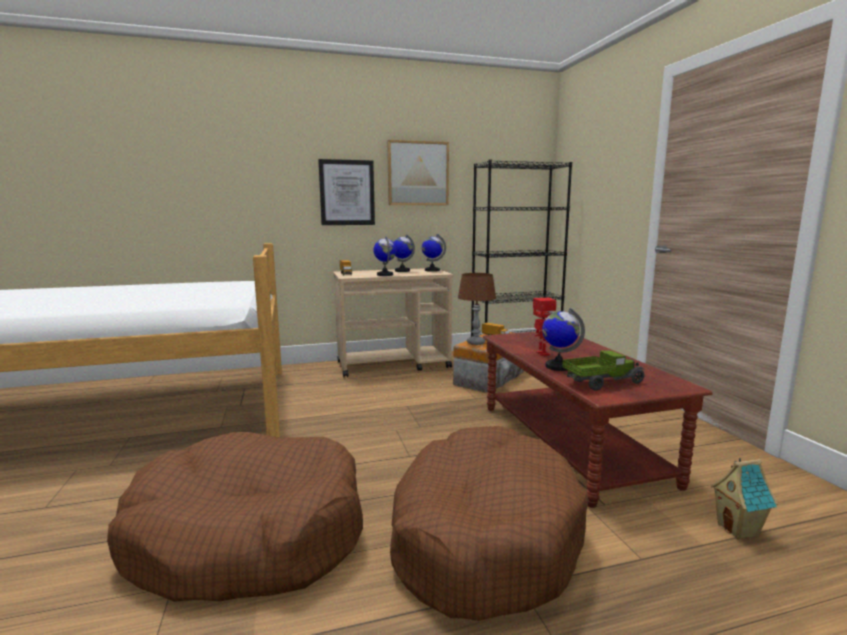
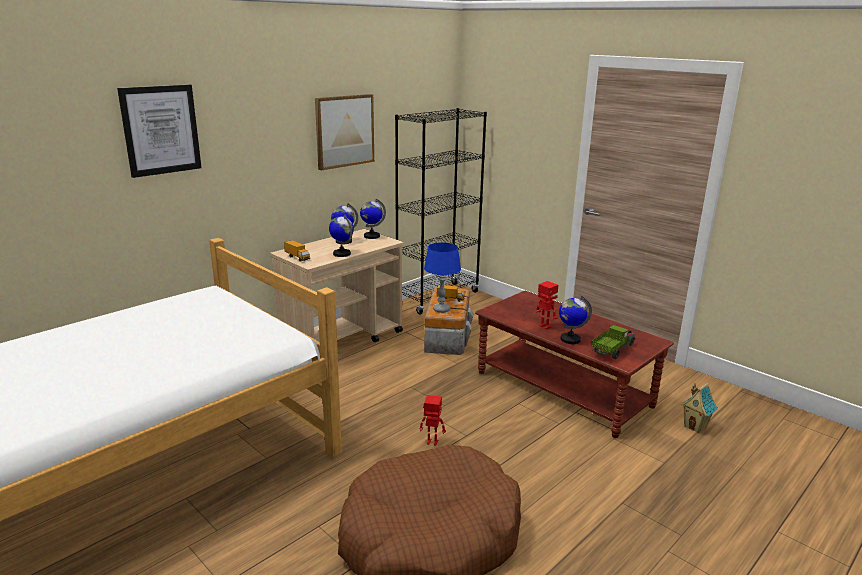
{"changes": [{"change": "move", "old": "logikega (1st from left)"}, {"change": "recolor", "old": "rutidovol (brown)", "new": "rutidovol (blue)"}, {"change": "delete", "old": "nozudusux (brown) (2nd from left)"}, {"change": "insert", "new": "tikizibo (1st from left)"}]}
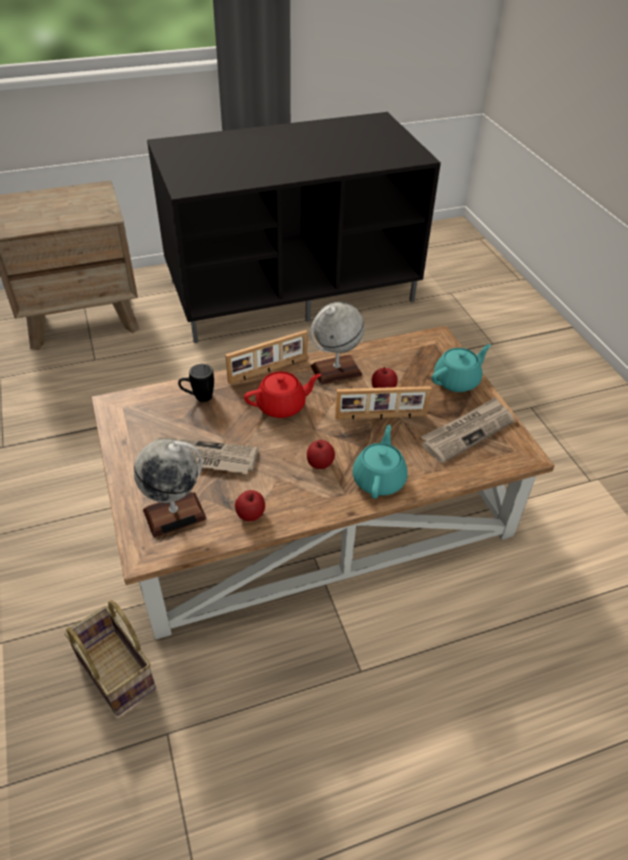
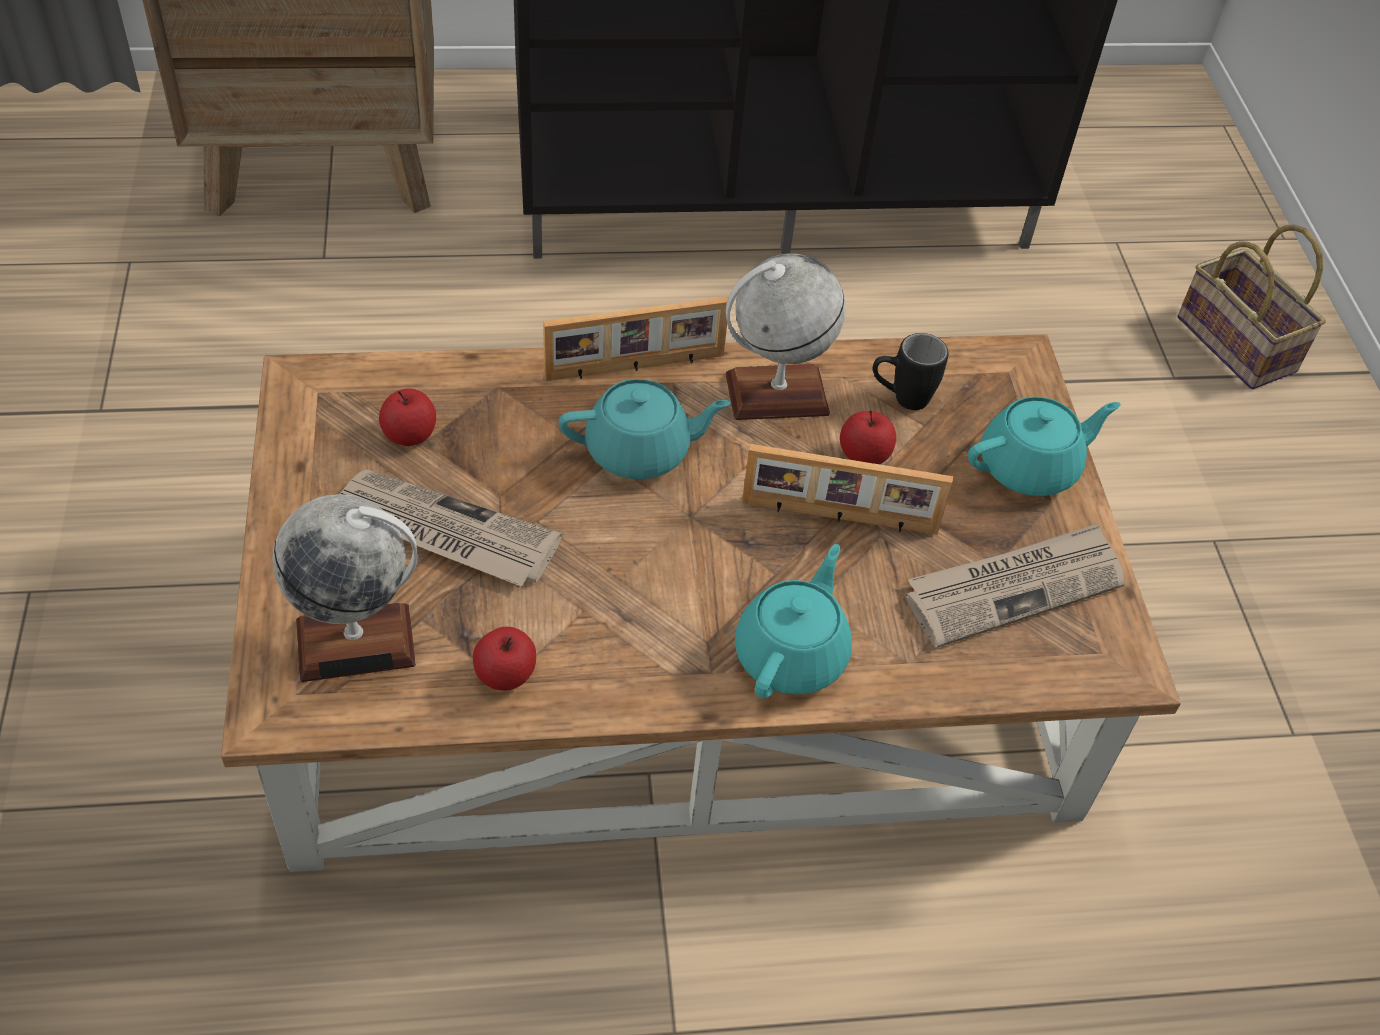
{"changes": [{"change": "move", "old": "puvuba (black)"}, {"change": "recolor", "old": "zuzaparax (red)", "new": "zuzaparax (turquoise) (1st from left)"}, {"change": "move", "old": "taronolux (2nd from left in the first image)", "new": "taronolux (1st from left)"}, {"change": "move", "old": "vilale"}]}
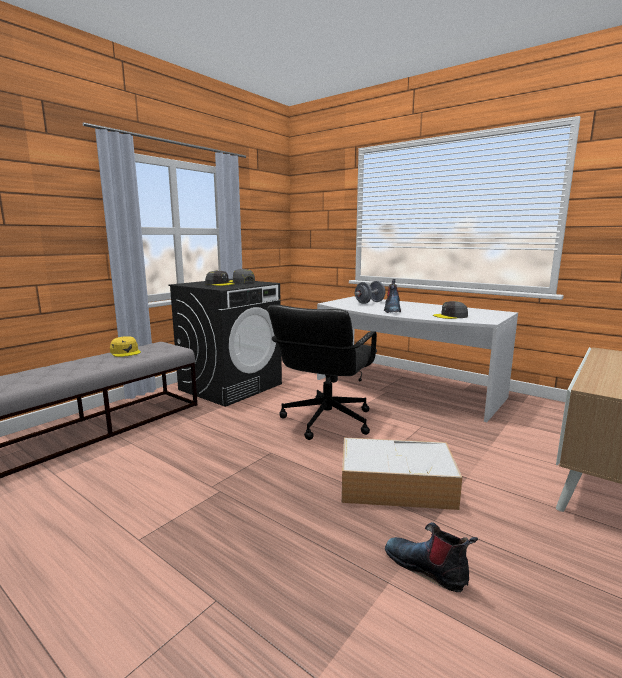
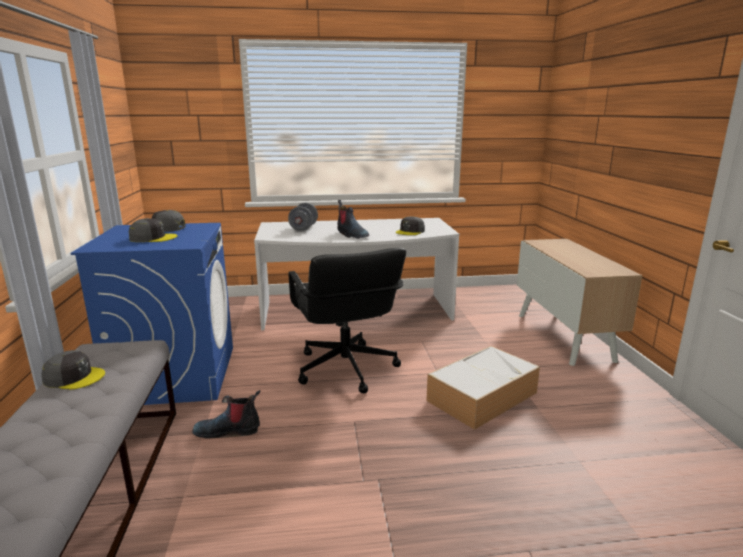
{"changes": [{"change": "recolor", "old": "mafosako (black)", "new": "mafosako (blue)"}, {"change": "recolor", "old": "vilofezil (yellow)", "new": "vilofezil (grey) (1st from left)"}, {"change": "move", "old": "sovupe (2nd from left in the first image)", "new": "sovupe (1st from left)"}]}
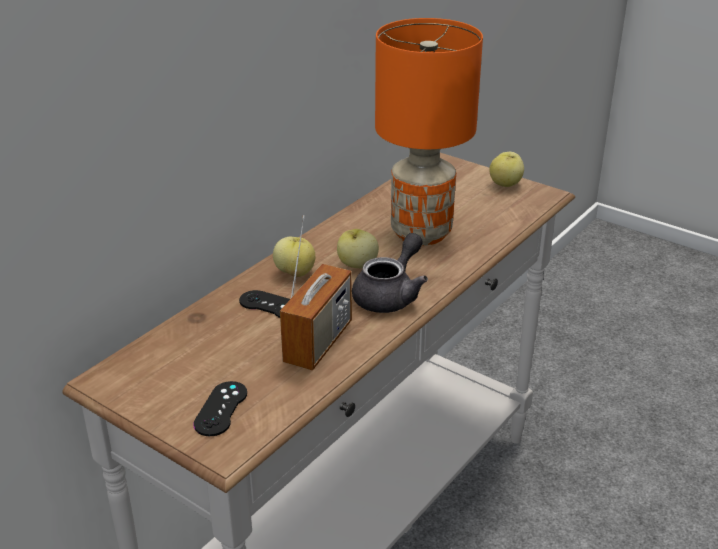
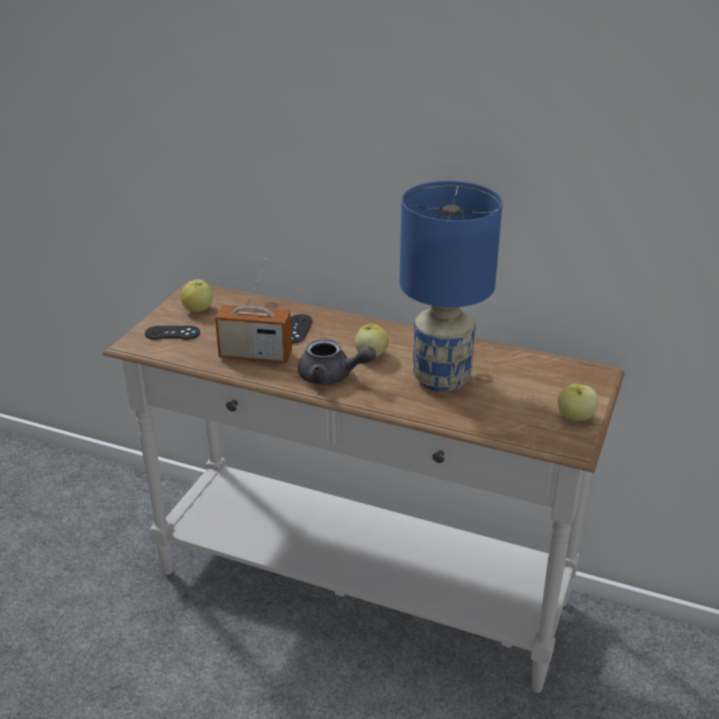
{"changes": [{"change": "recolor", "old": "rutidovol (orange)", "new": "rutidovol (blue)"}, {"change": "move", "old": "taronolux (1st from left)"}]}
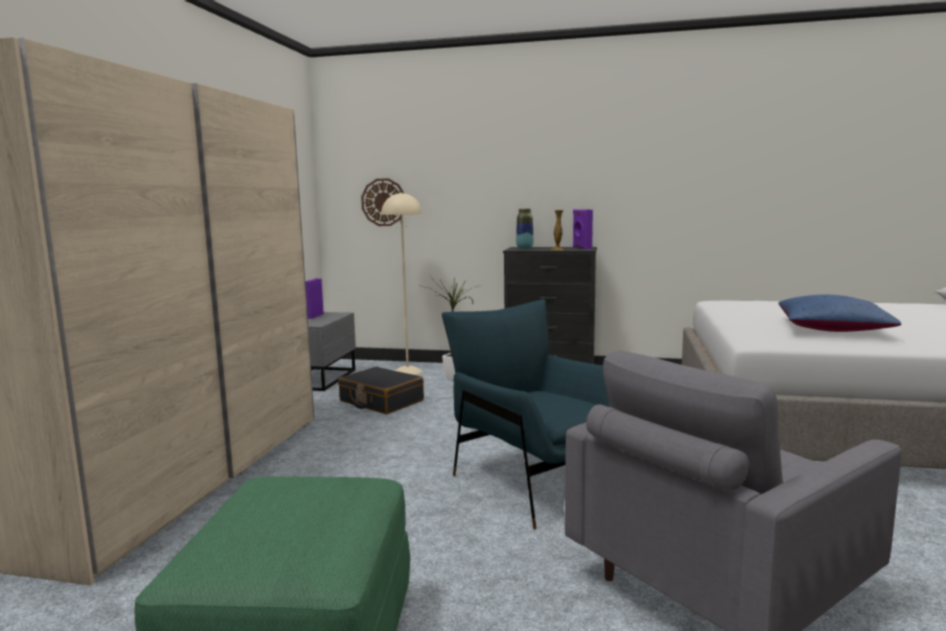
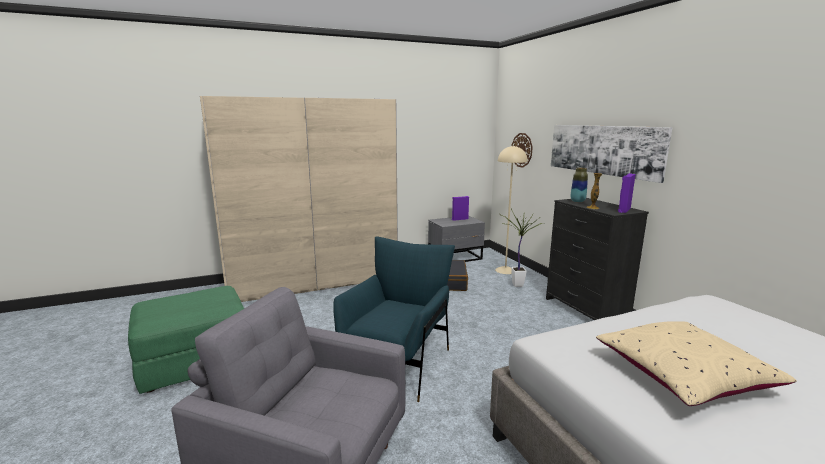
{"changes": [{"change": "recolor", "old": "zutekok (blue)", "new": "zutekok (beige)"}, {"change": "insert", "new": "logikega"}]}
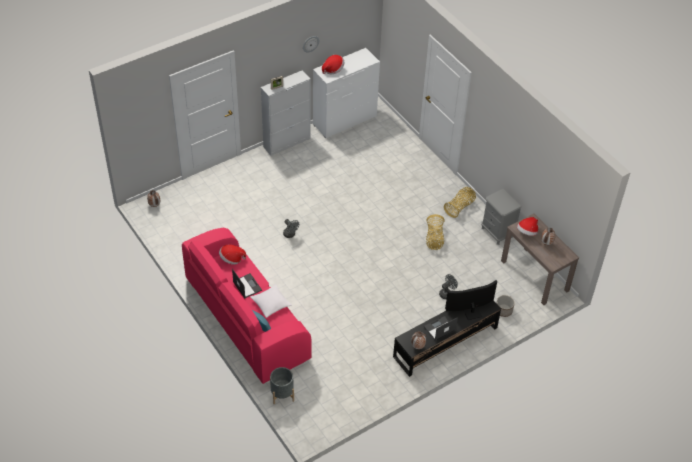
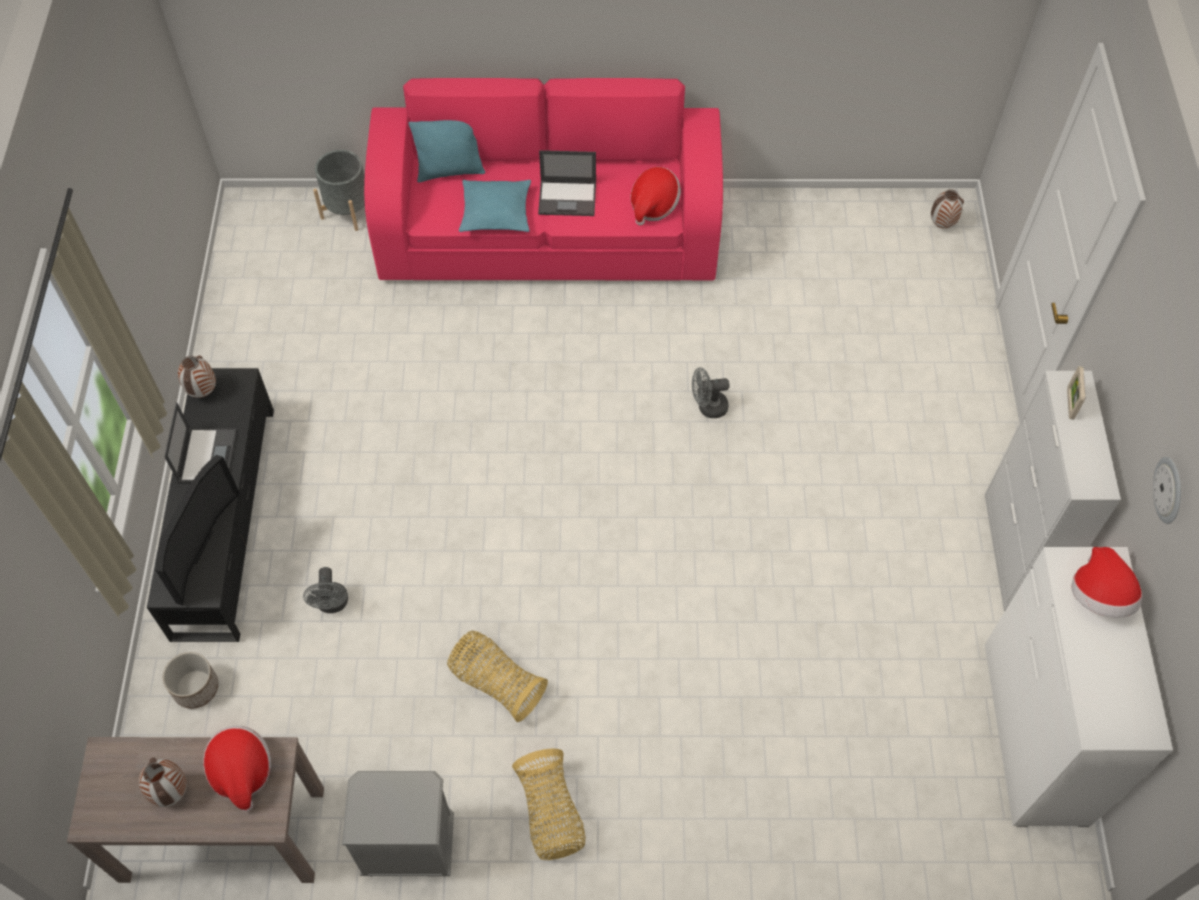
{"changes": [{"change": "recolor", "old": "zutekok (white)", "new": "zutekok (turquoise) (2nd from left)"}]}
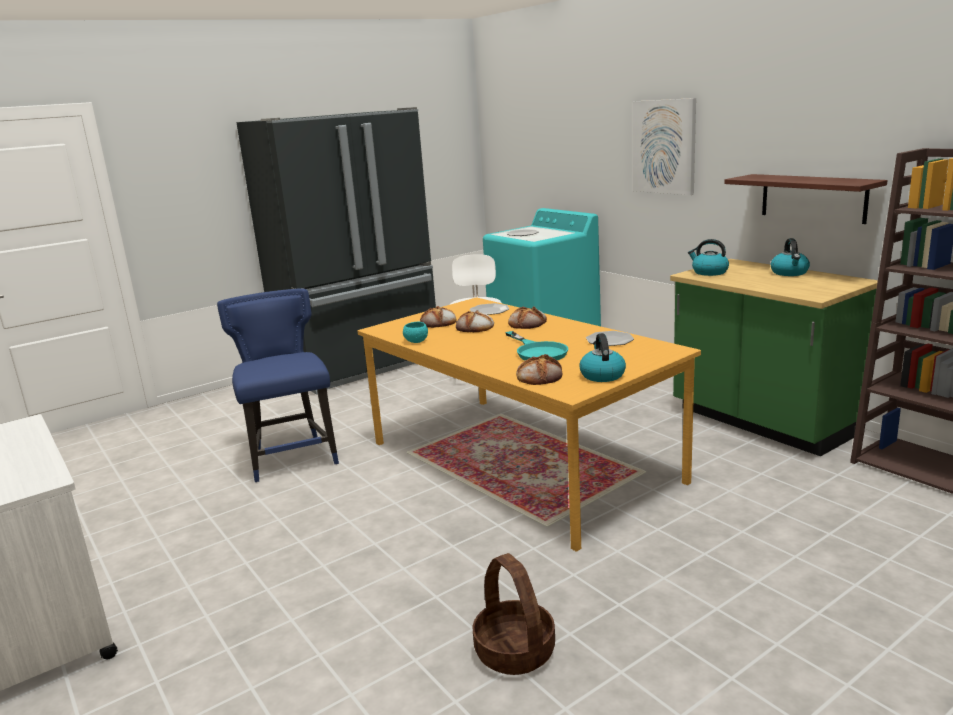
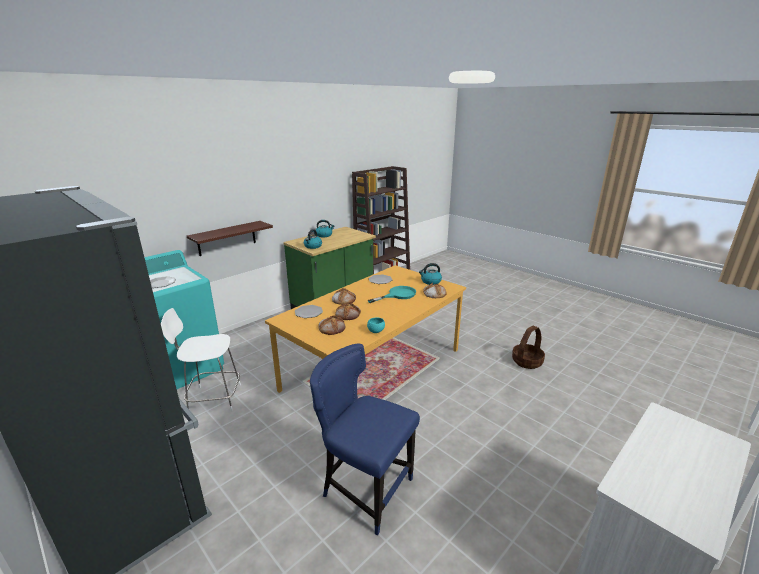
{"changes": [{"change": "delete", "old": "logikega"}, {"change": "move", "old": "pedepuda"}, {"change": "rotate", "old": "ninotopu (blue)", "degrees": 60}]}
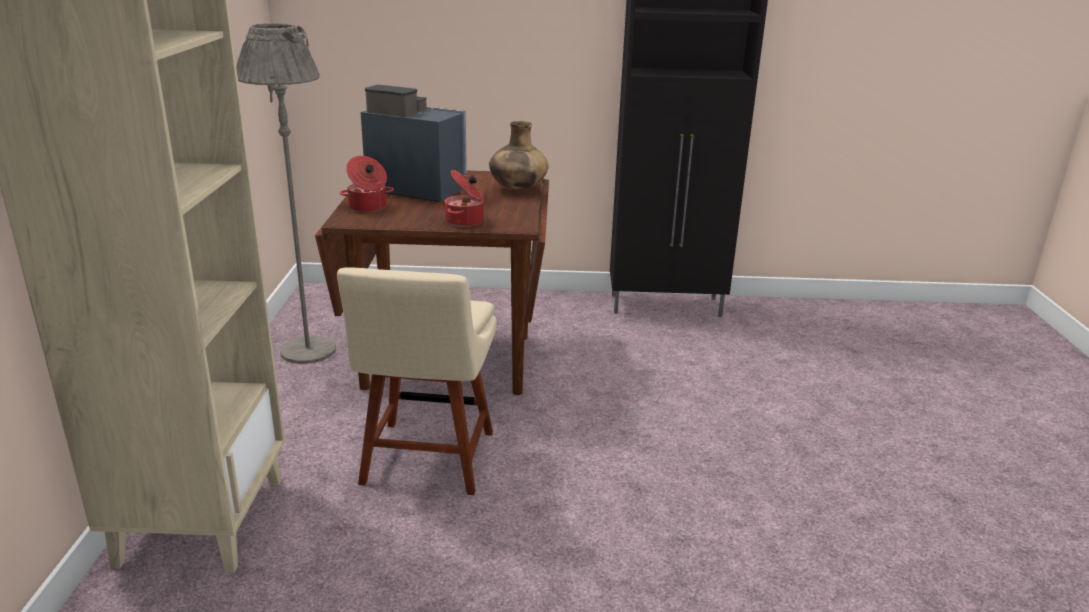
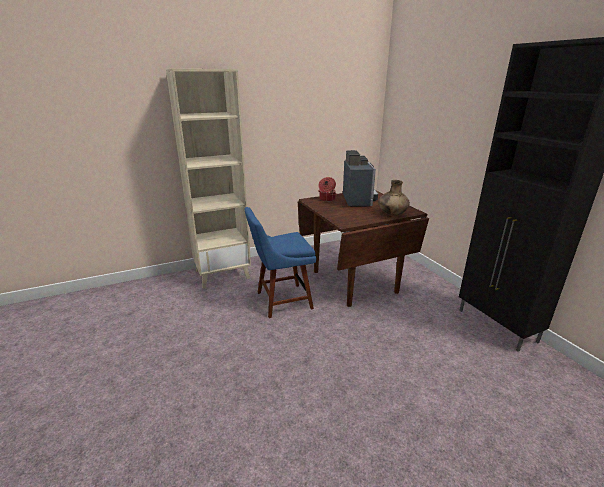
{"changes": [{"change": "delete", "old": "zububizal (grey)"}, {"change": "delete", "old": "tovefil (2nd from left)"}, {"change": "recolor", "old": "ninotopu (beige)", "new": "ninotopu (blue)"}]}
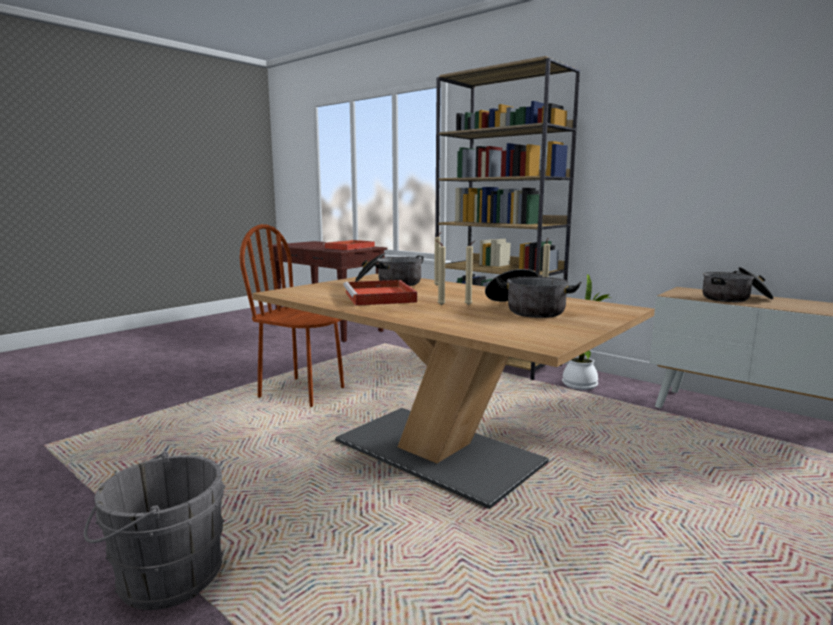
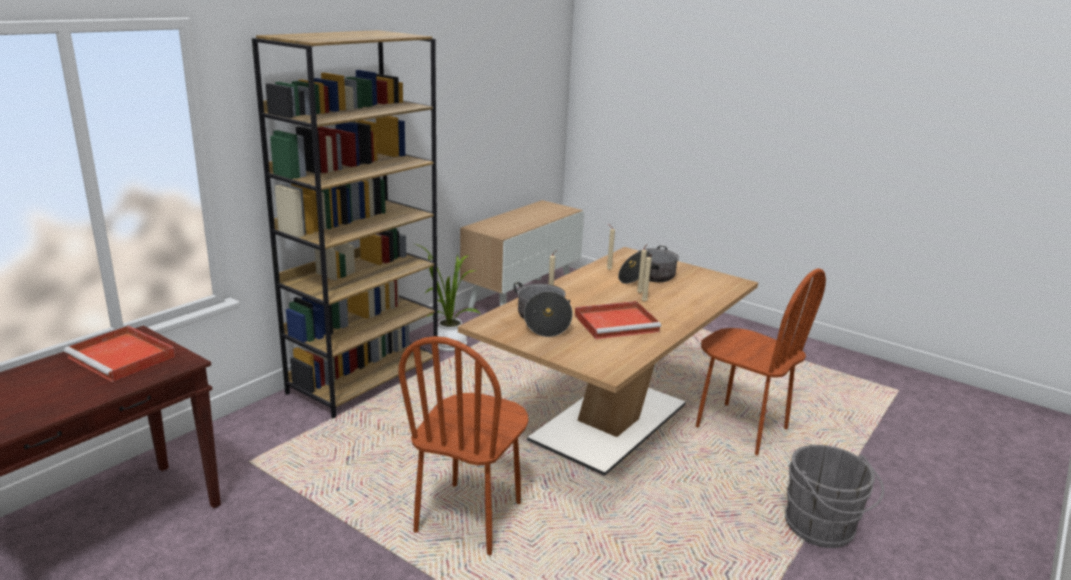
{"changes": [{"change": "delete", "old": "tovefil (3rd from left)"}, {"change": "insert", "new": "ninotopu (brown) (2nd from left)"}]}
